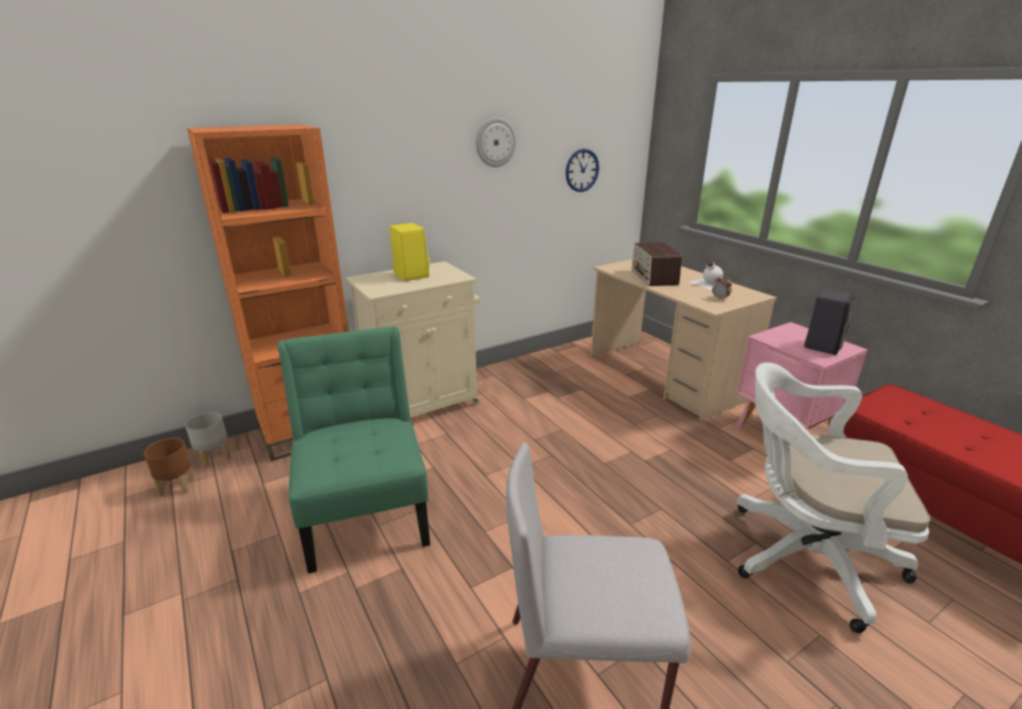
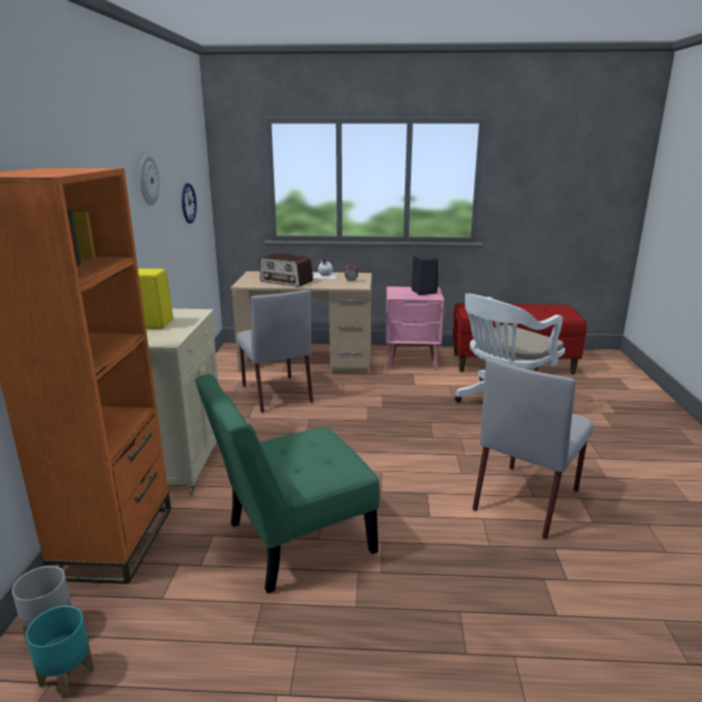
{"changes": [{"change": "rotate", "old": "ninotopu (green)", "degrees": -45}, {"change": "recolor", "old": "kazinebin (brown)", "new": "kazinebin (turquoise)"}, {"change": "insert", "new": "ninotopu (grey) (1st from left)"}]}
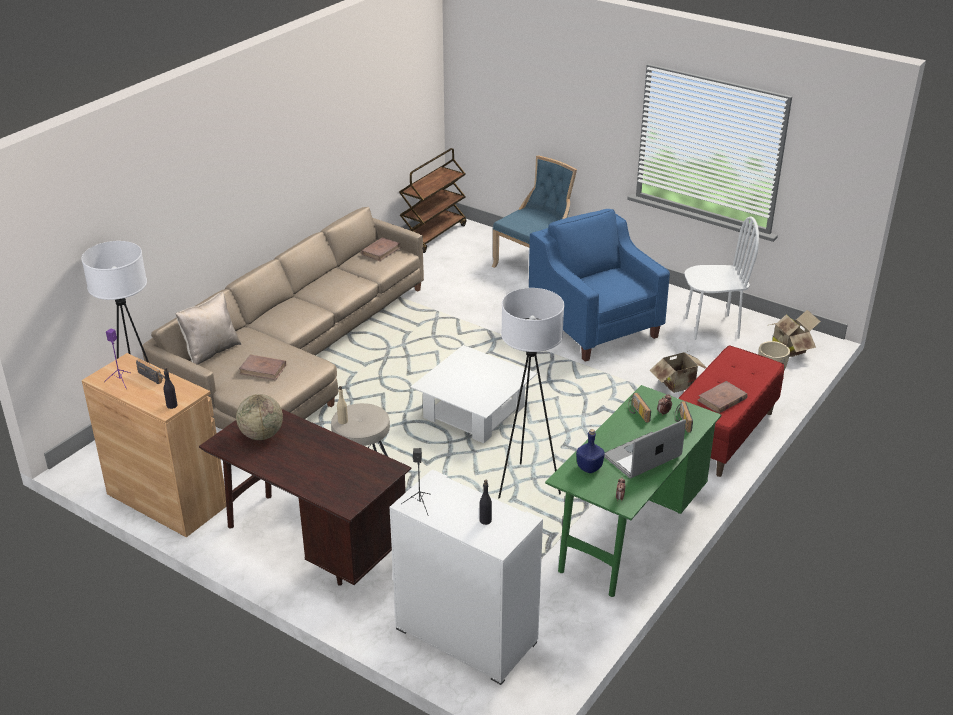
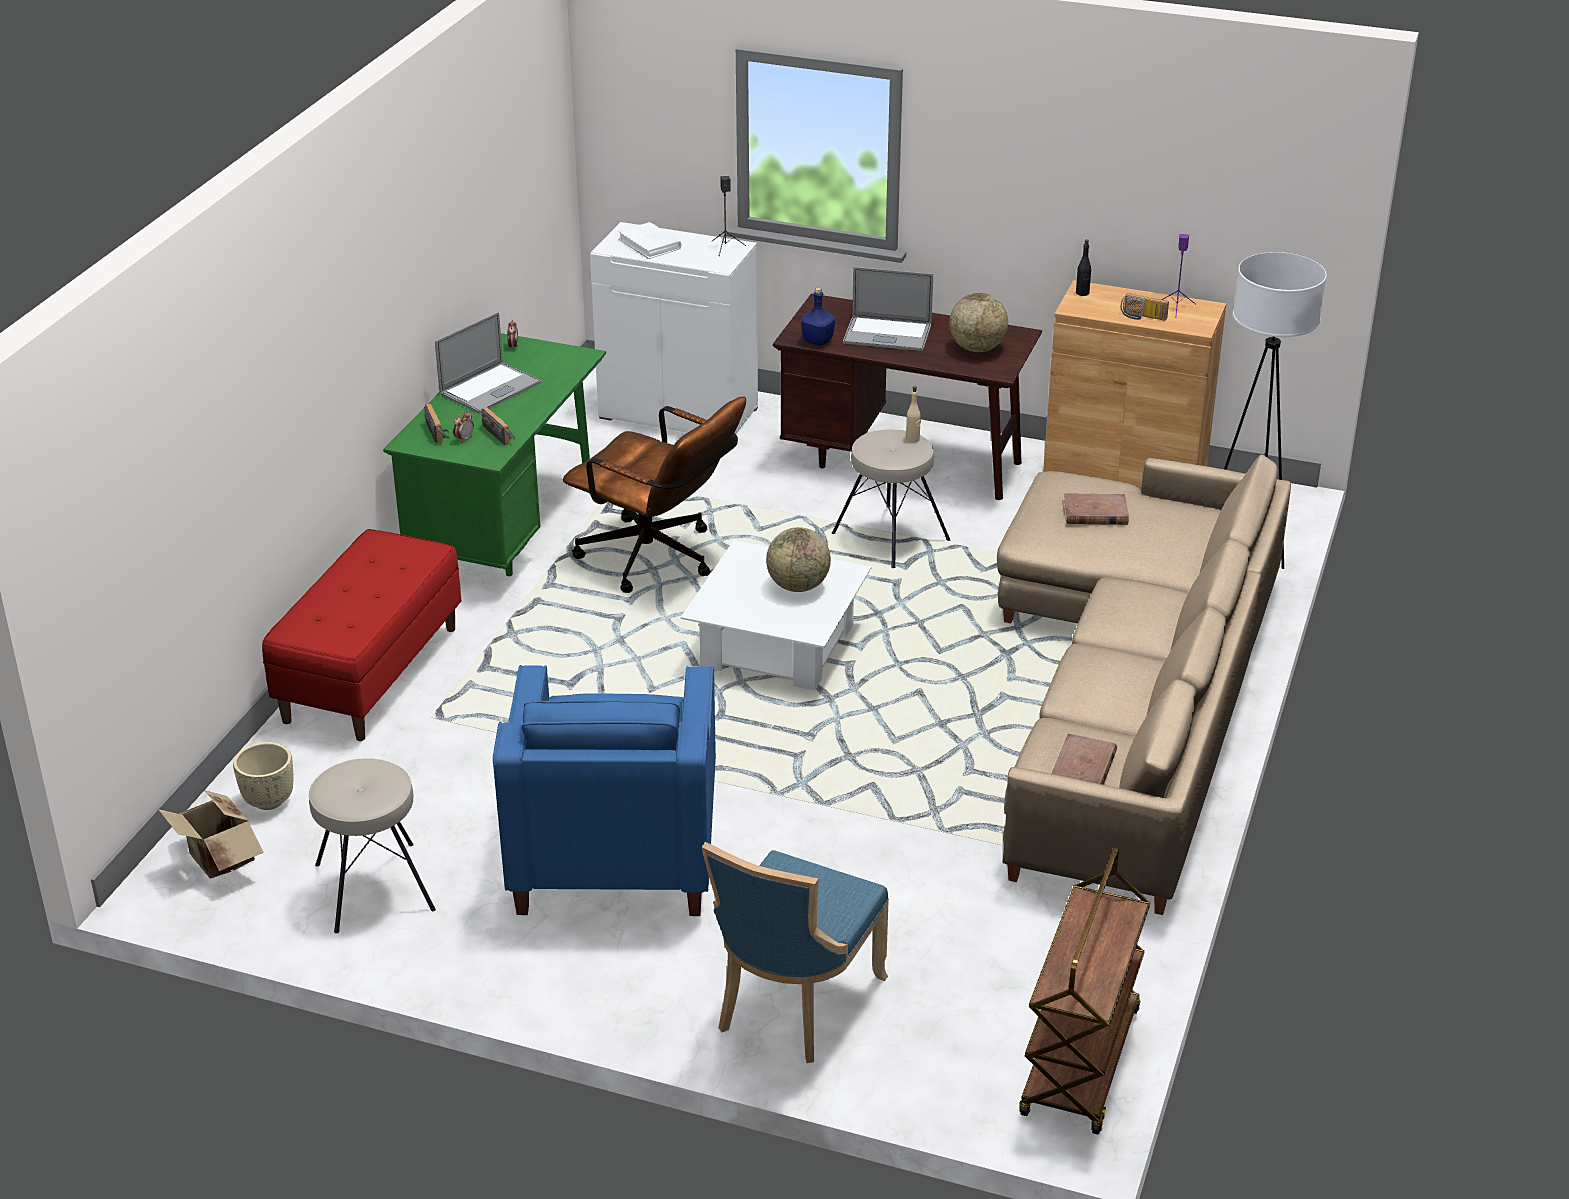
{"changes": [{"change": "rotate", "old": "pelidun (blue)", "degrees": 45}, {"change": "replace", "old": "ninotopu (white)", "new": "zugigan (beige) (1st from left)"}, {"change": "replace", "old": "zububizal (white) (2nd from left)", "new": "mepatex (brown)"}, {"change": "delete", "old": "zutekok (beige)"}, {"change": "delete", "old": "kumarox (1st from left)"}, {"change": "delete", "old": "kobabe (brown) (3rd from left)"}, {"change": "move", "old": "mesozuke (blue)"}, {"change": "replace", "old": "mesozuke (black) (2nd from left)", "new": "kobabe (white)"}, {"change": "insert", "new": "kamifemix (2nd from left)"}, {"change": "insert", "new": "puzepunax (1st from left)"}]}
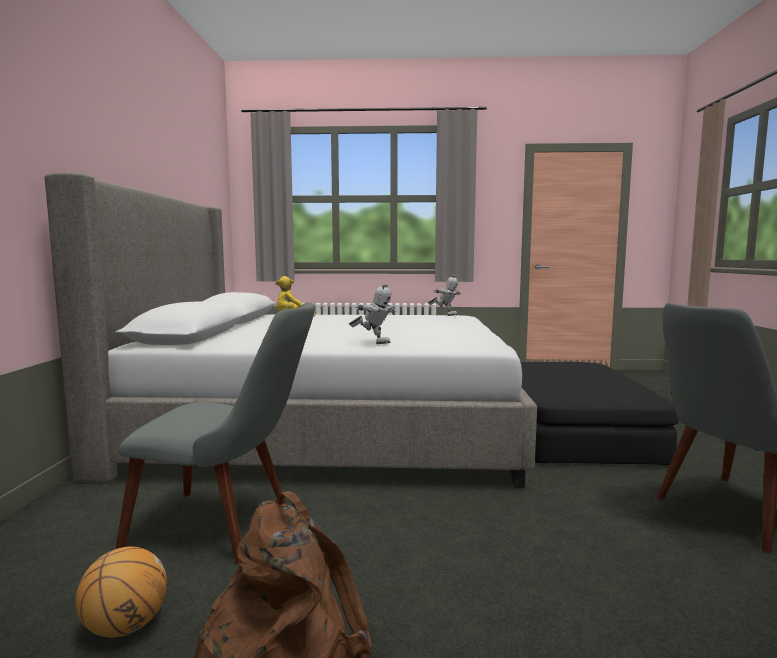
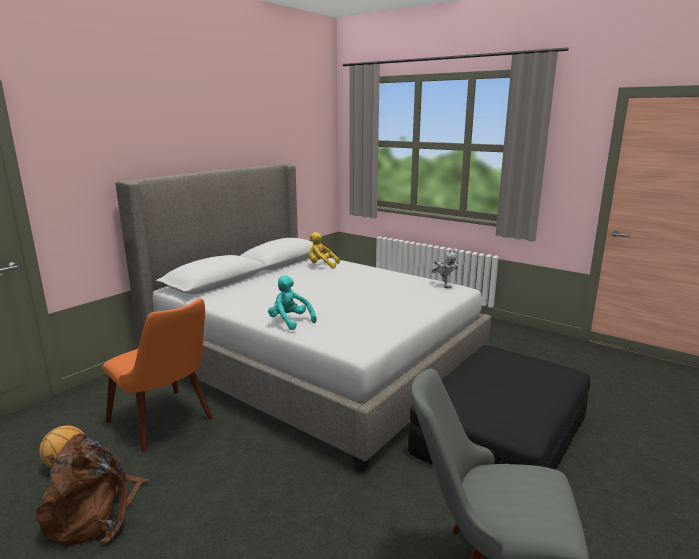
{"changes": [{"change": "replace", "old": "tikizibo (1st from left)", "new": "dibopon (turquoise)"}, {"change": "recolor", "old": "ninotopu (grey) (1st from left)", "new": "ninotopu (orange)"}]}
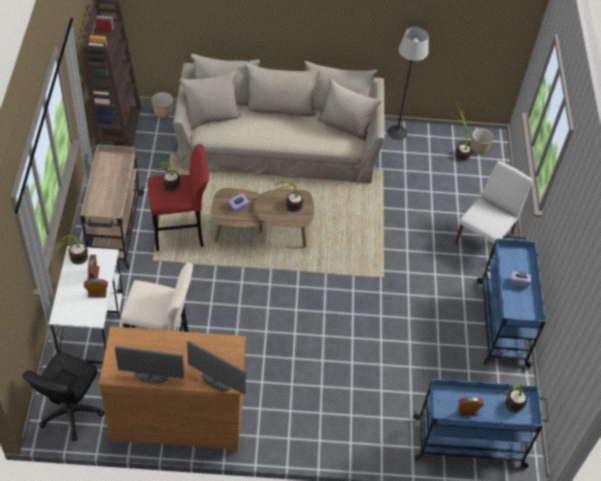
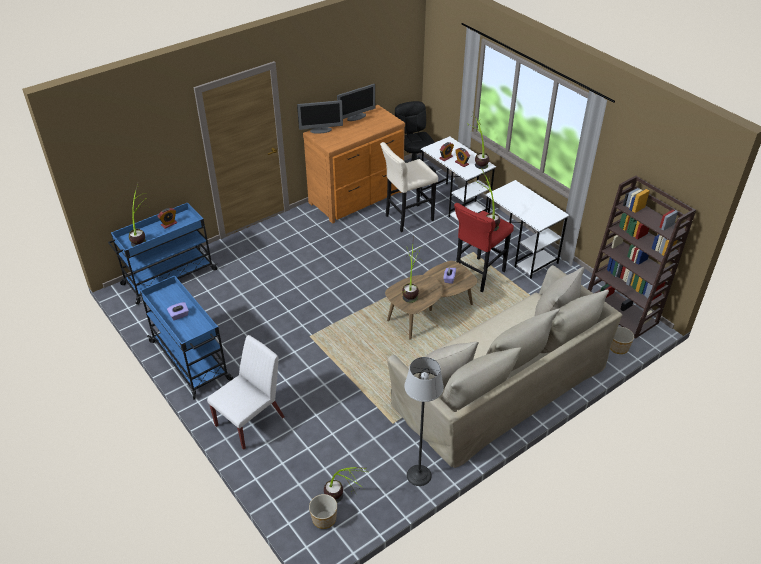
{"changes": [{"change": "replace", "old": "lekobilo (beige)", "new": "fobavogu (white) (2nd from left)"}, {"change": "rotate", "old": "ninotopu (white)", "degrees": -135}]}
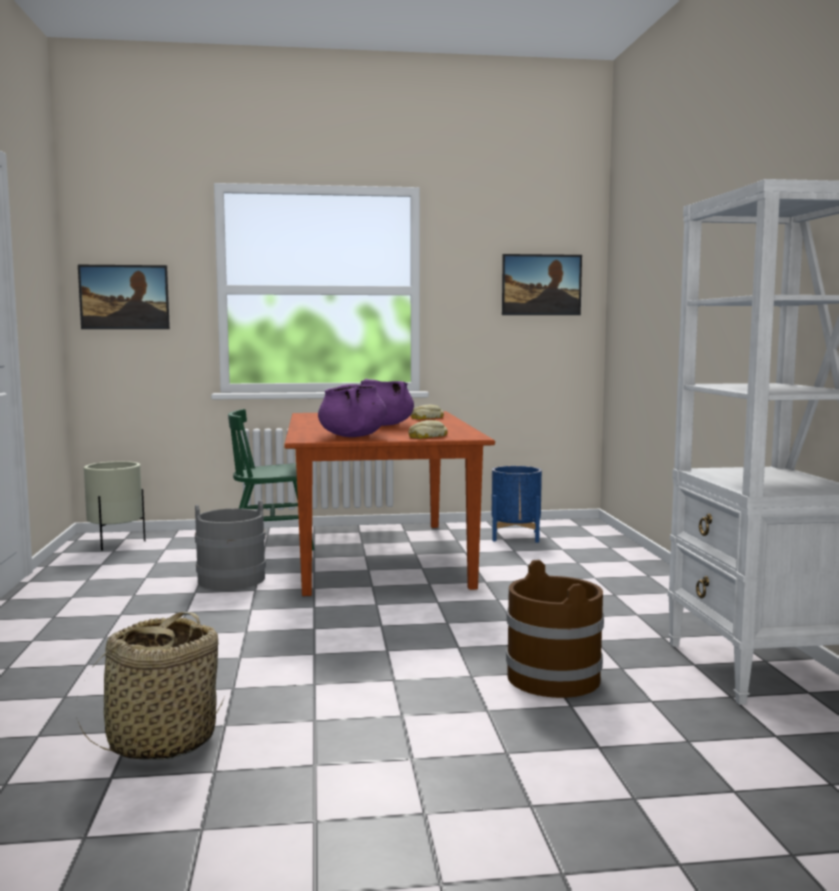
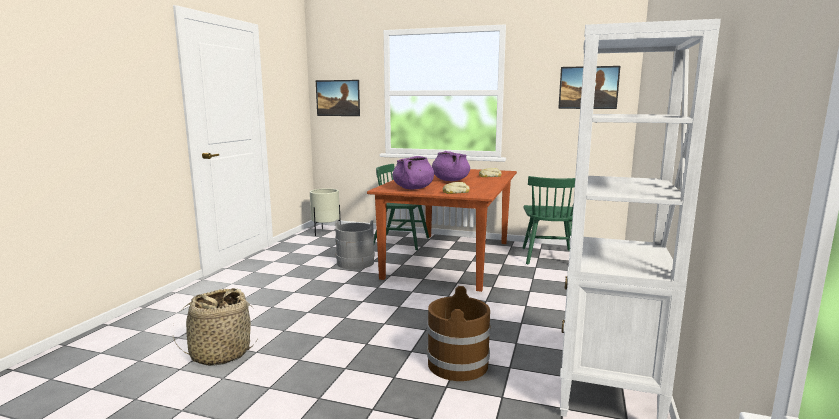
{"changes": [{"change": "replace", "old": "kazinebin (blue)", "new": "ninotopu (green) (2nd from left)"}]}
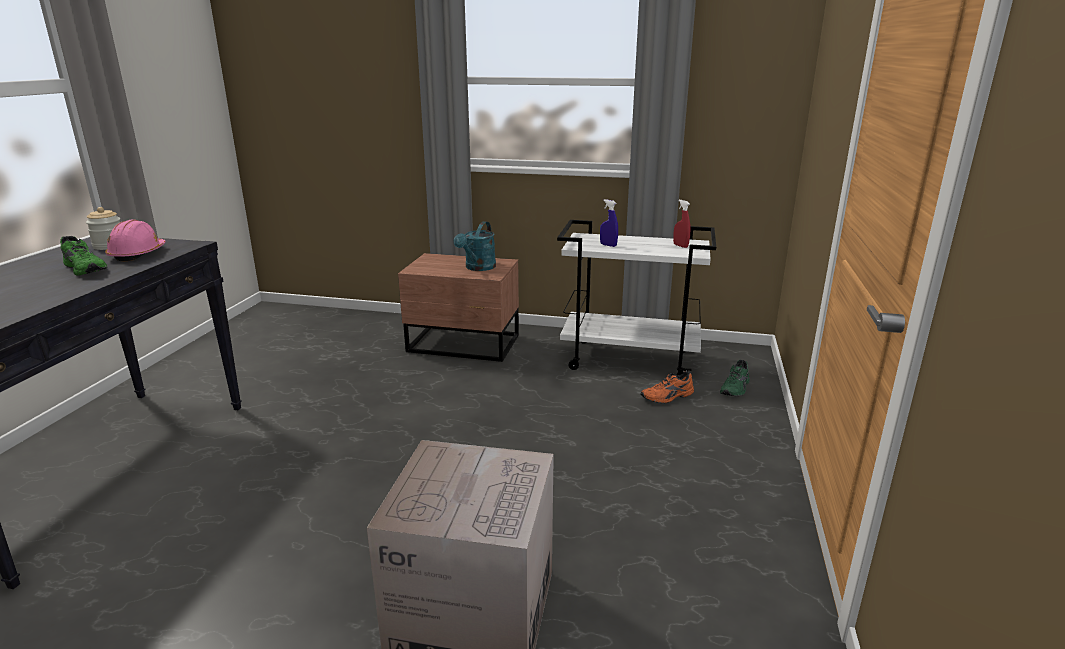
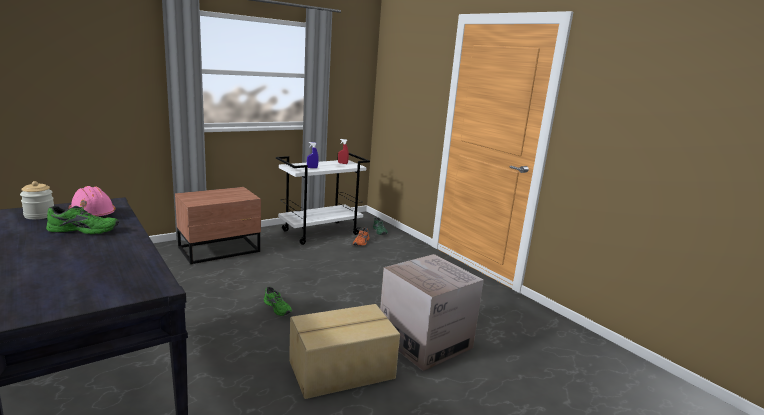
{"changes": [{"change": "delete", "old": "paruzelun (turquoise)"}, {"change": "insert", "new": "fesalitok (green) (2nd from left)"}, {"change": "insert", "new": "kumarox (1st from left)"}]}
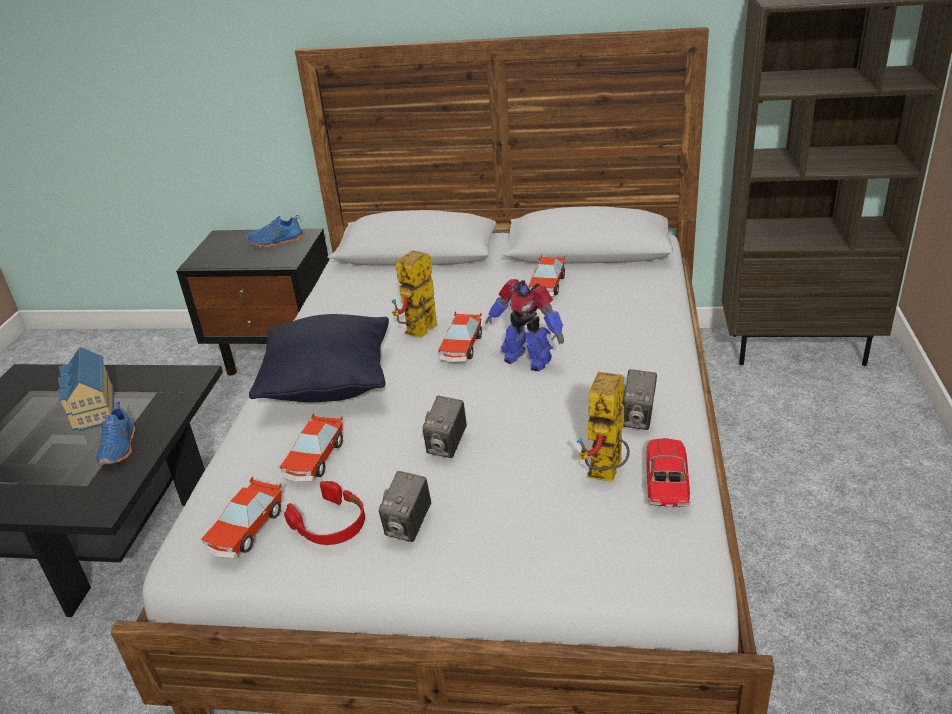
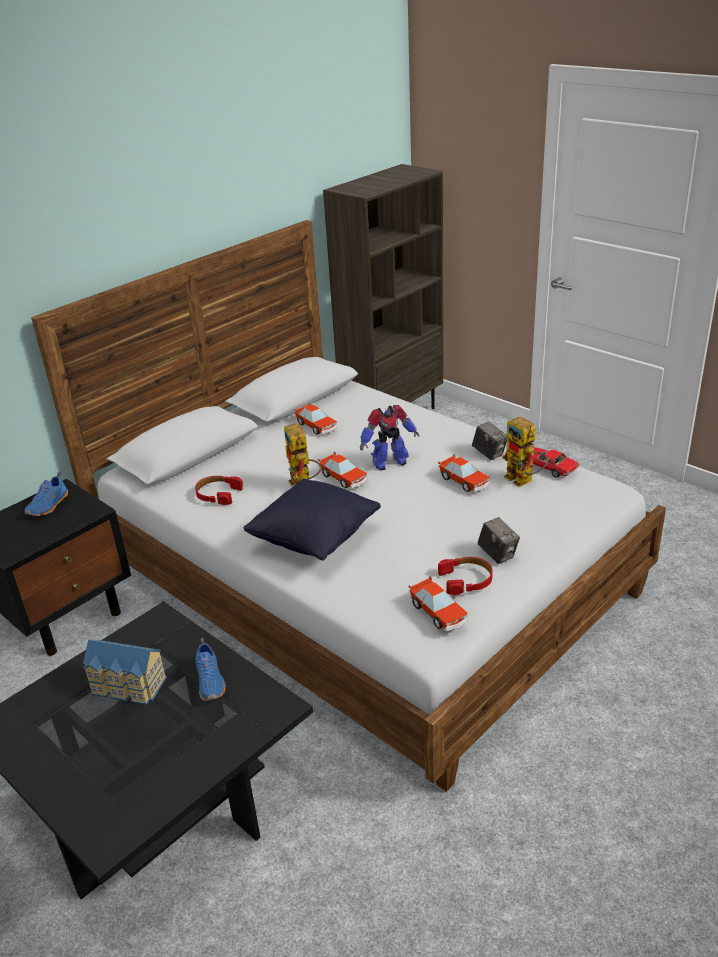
{"changes": [{"change": "delete", "old": "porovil (2nd from left)"}, {"change": "rotate", "old": "fesalitok (blue) (1st from left in the first image)", "degrees": 45}, {"change": "move", "old": "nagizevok (2nd from left in the first image)", "new": "nagizevok (4th from left)"}, {"change": "insert", "new": "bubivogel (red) (1st from left)"}]}
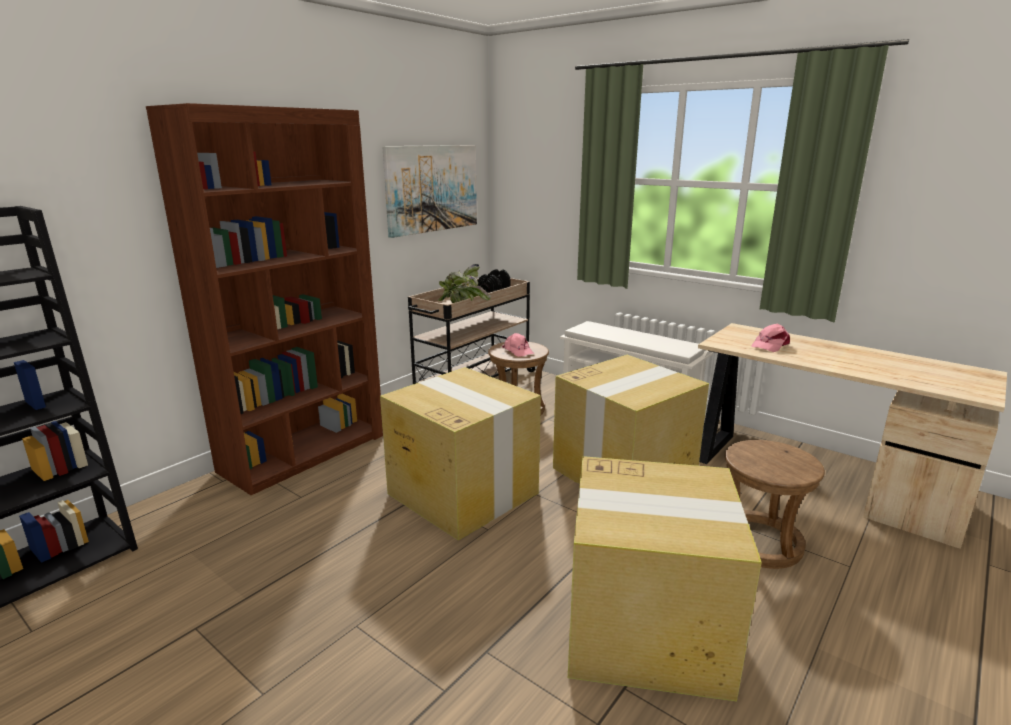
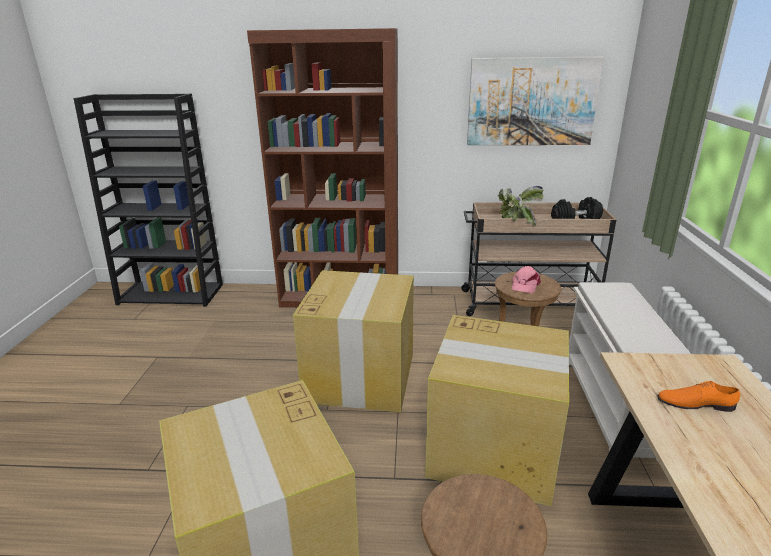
{"changes": [{"change": "replace", "old": "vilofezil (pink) (2nd from left)", "new": "fesalitok (orange)"}]}
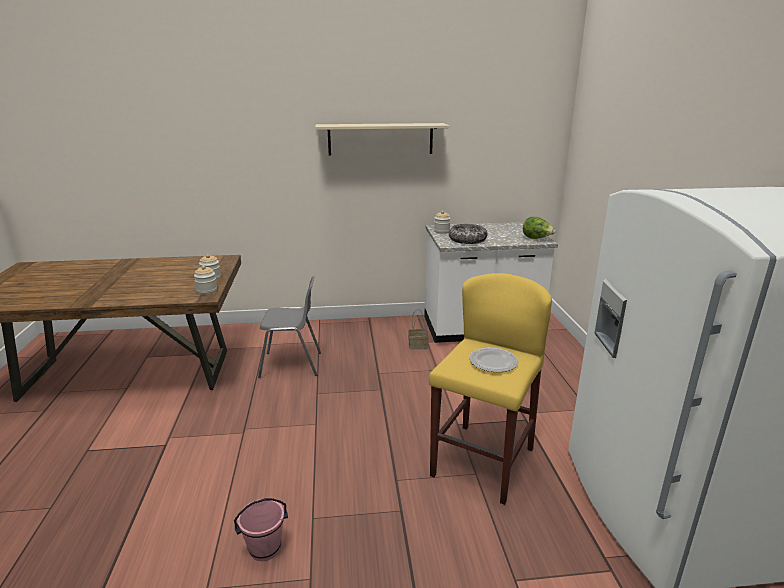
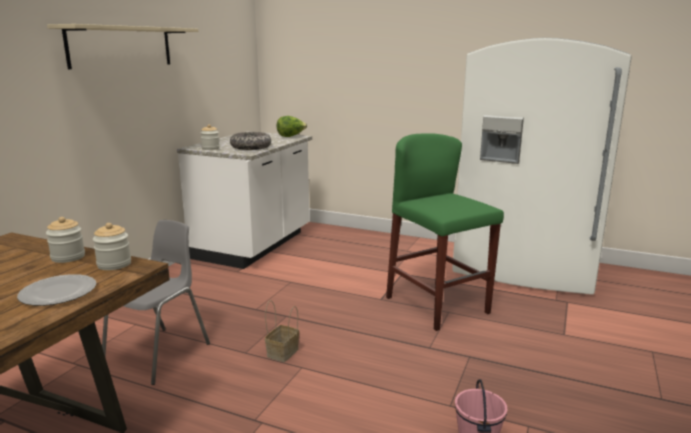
{"changes": [{"change": "recolor", "old": "zugigan (yellow)", "new": "zugigan (green)"}, {"change": "move", "old": "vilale"}, {"change": "move", "old": "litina"}]}
